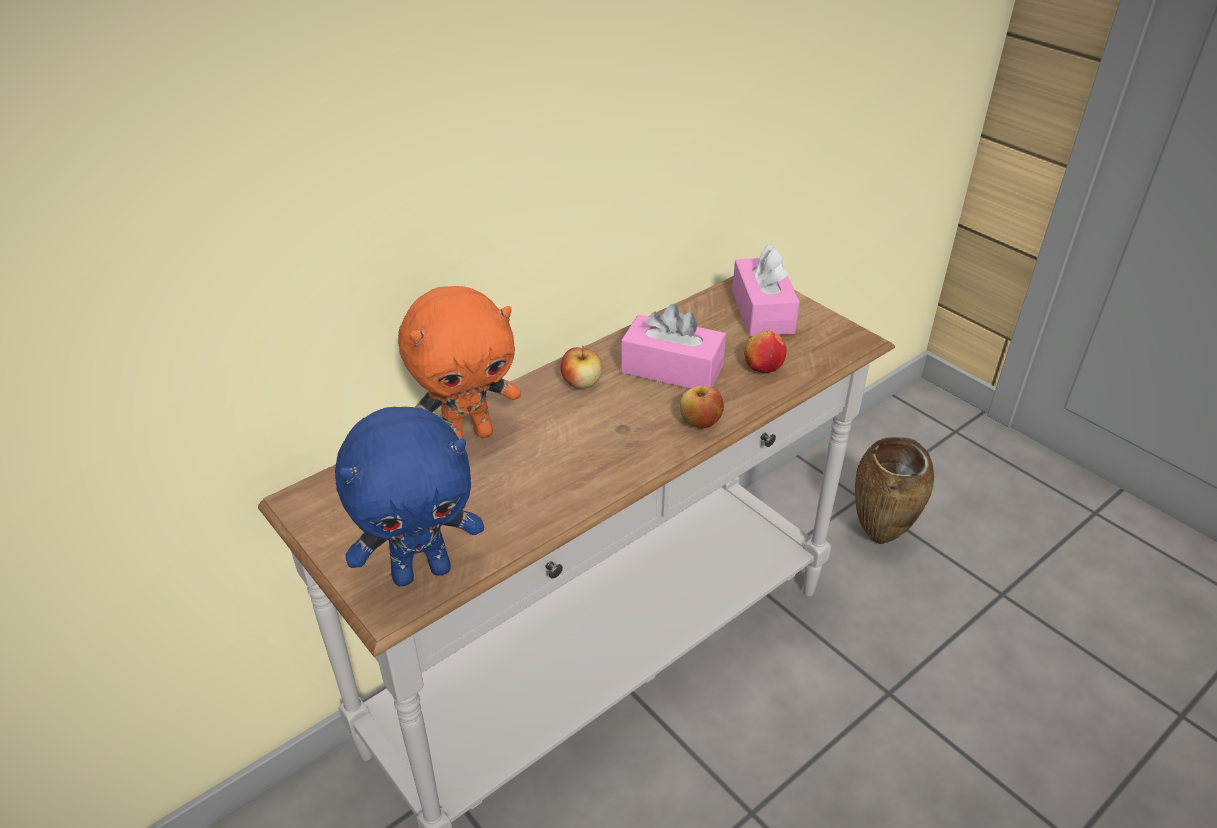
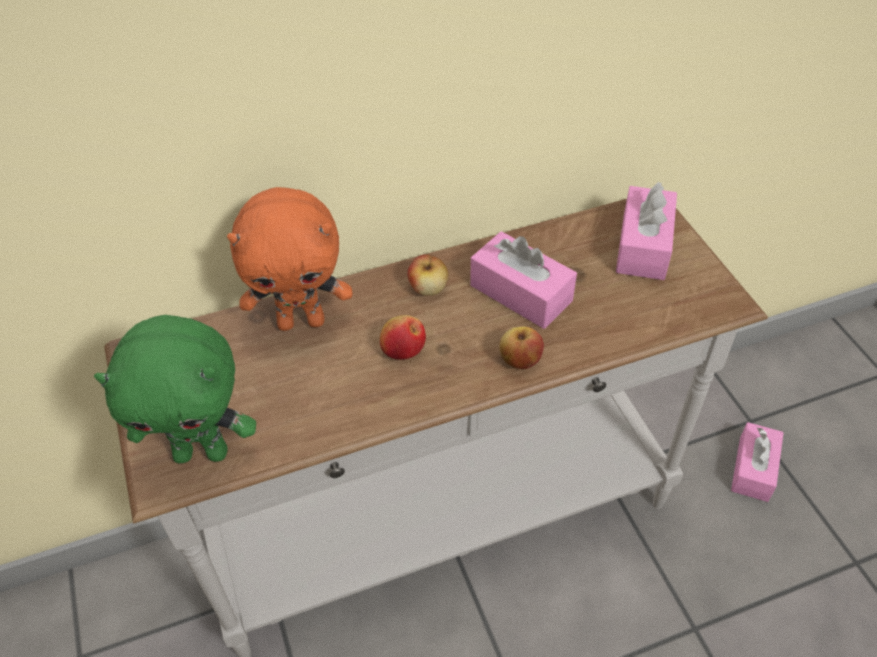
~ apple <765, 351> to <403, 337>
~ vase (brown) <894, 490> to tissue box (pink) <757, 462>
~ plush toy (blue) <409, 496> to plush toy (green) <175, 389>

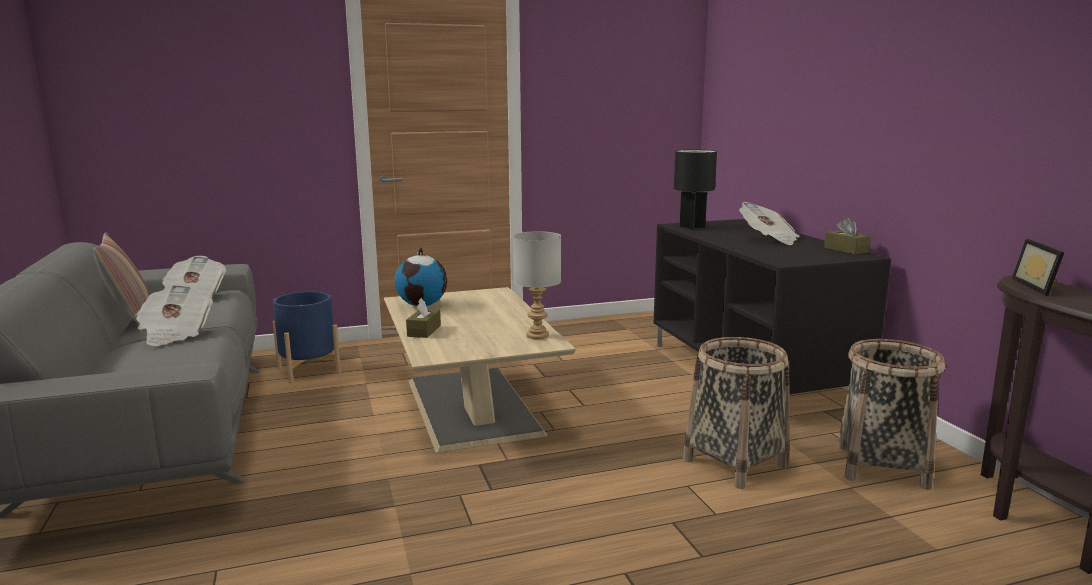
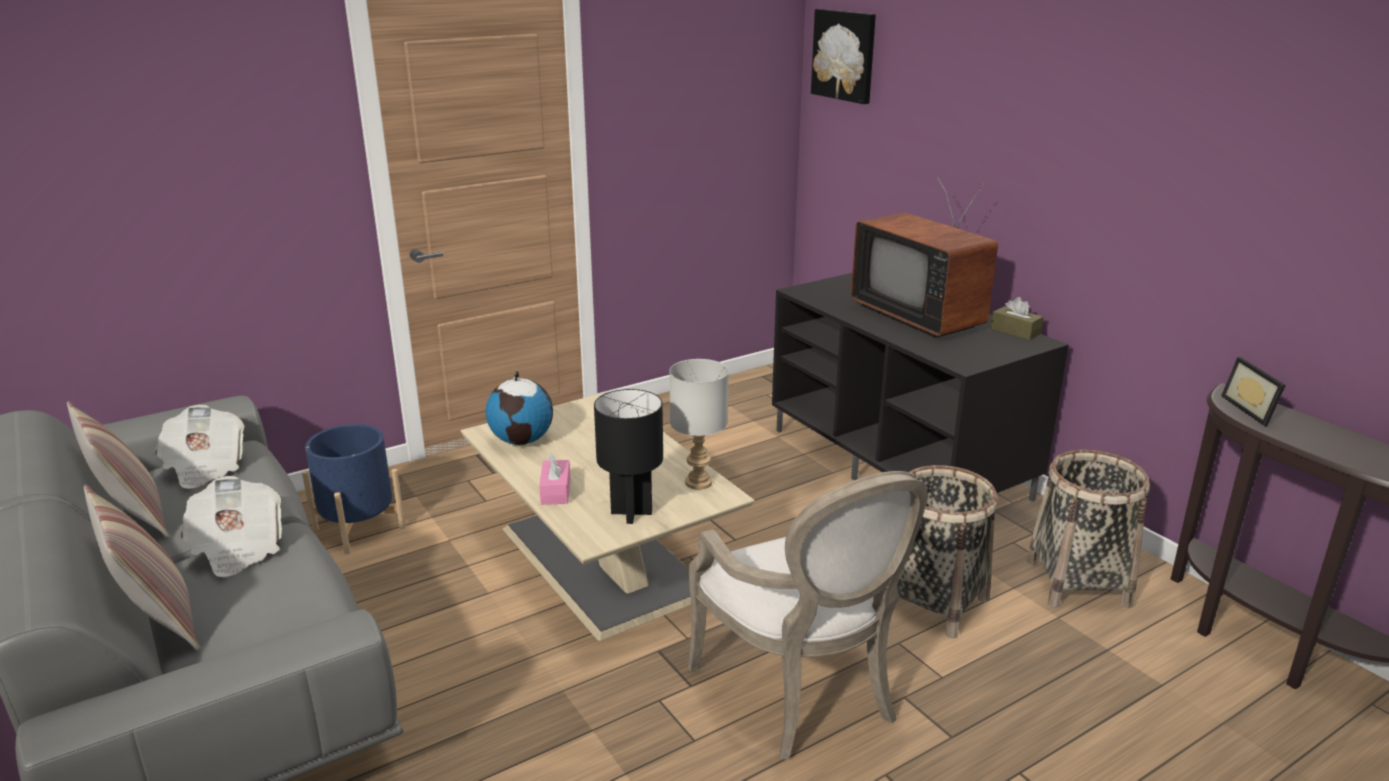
+ pillow <142, 567>
+ armchair <808, 615>
+ picture <843, 56>
~ table lamp (black) <695, 189> to <628, 456>
~ newspaper <769, 223> to television <924, 257>
~ tissue box (brown) <423, 318> to tissue box (pink) <554, 479>

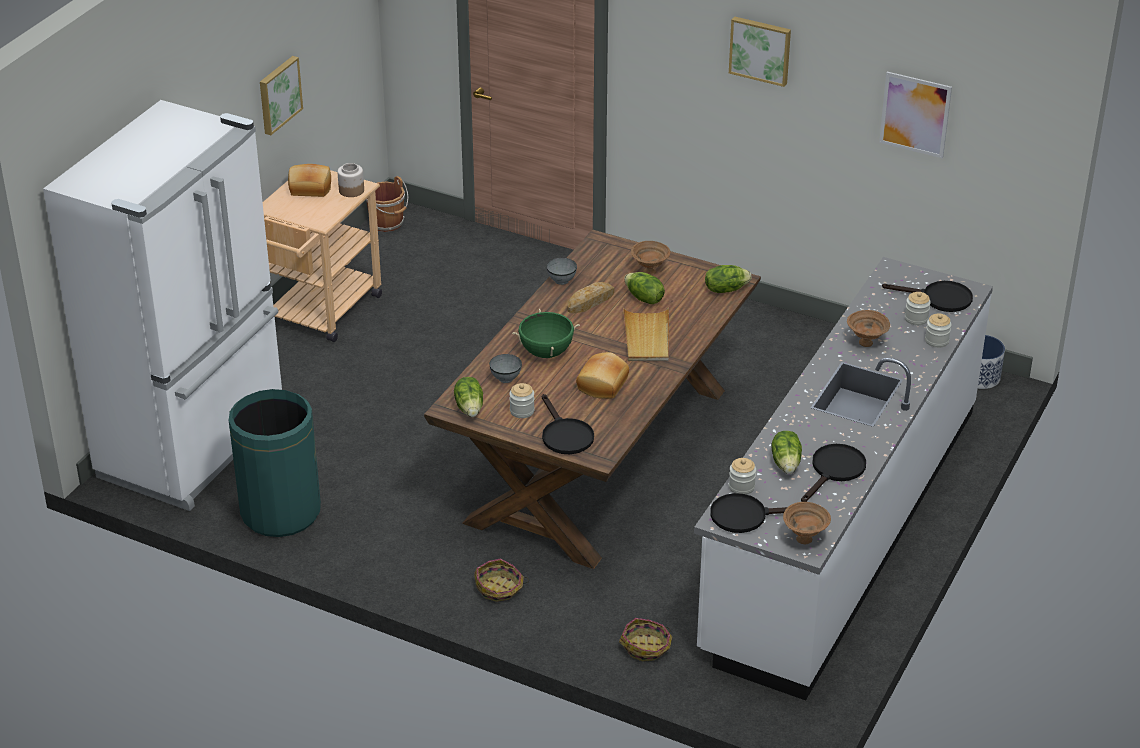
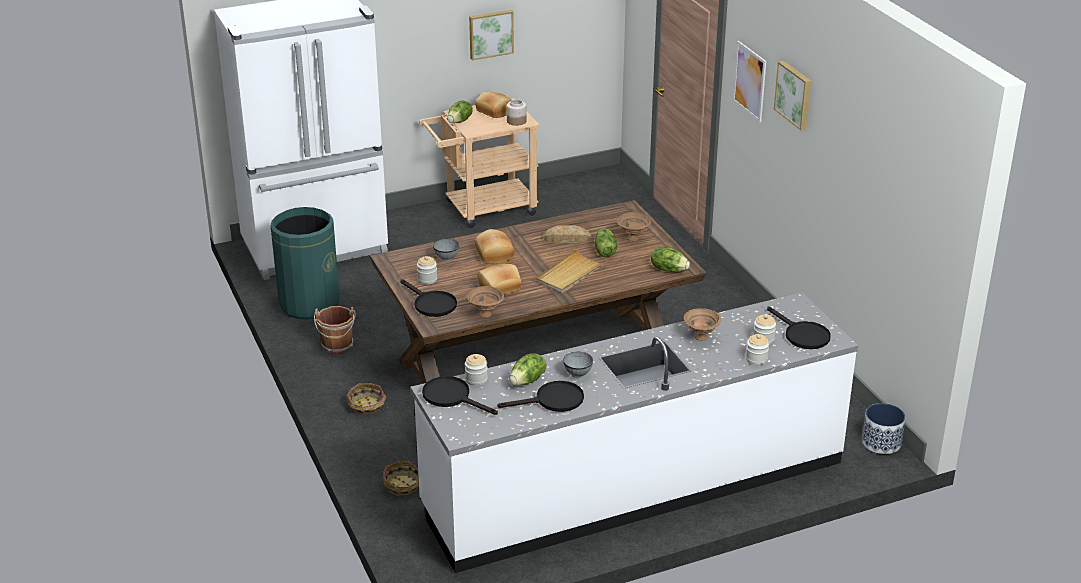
~ bucket (brown) <387, 204> to <335, 329>
~ lettuce <468, 397> to <460, 112>
~ bowl (grey) <561, 271> to <578, 365>
~ bowl (brown) <807, 523> to <485, 302>
~ picture <915, 115> to <749, 81>
~ cooking pot (green) <546, 333> to bread <495, 246>
~ frying pan (black) <568, 424> = <428, 298> 60 degrees counterclockwise

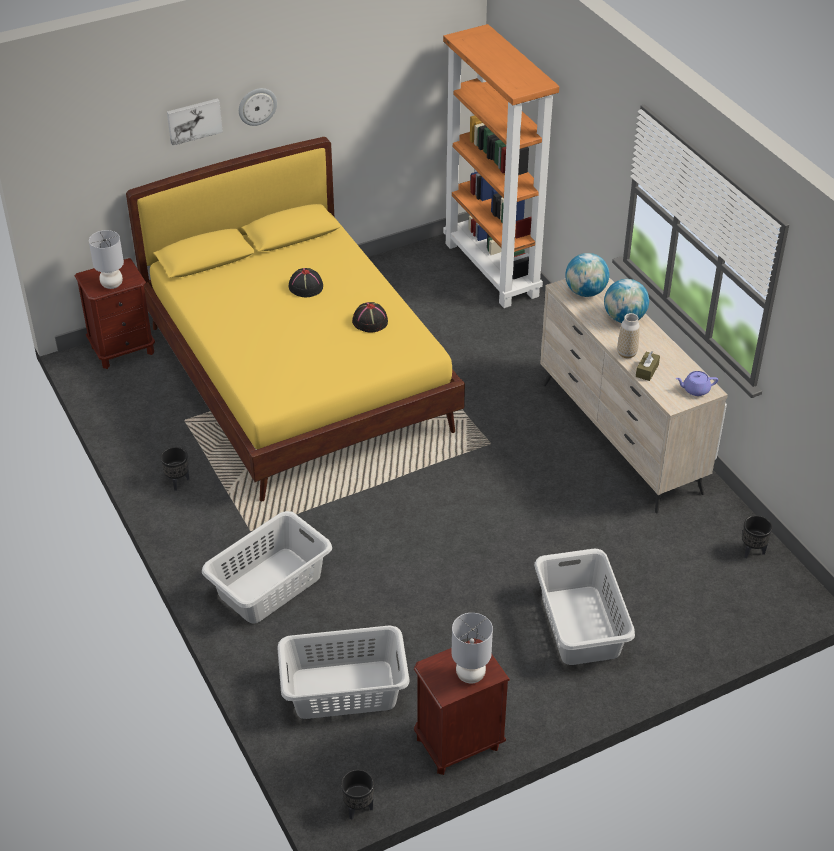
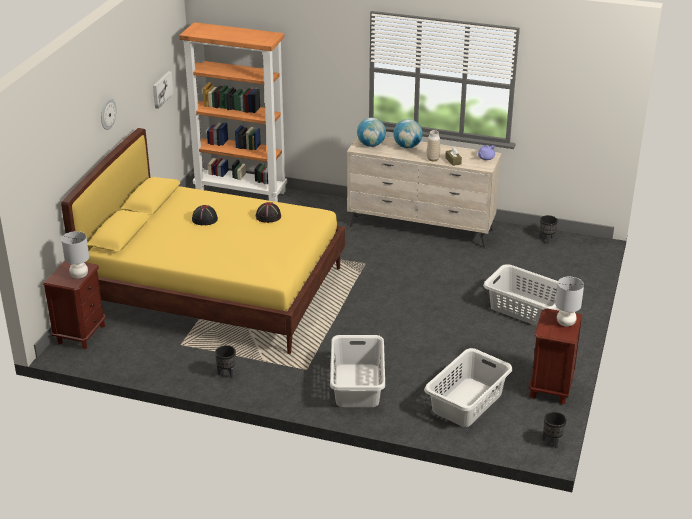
~ picture <195, 122> to <163, 90>

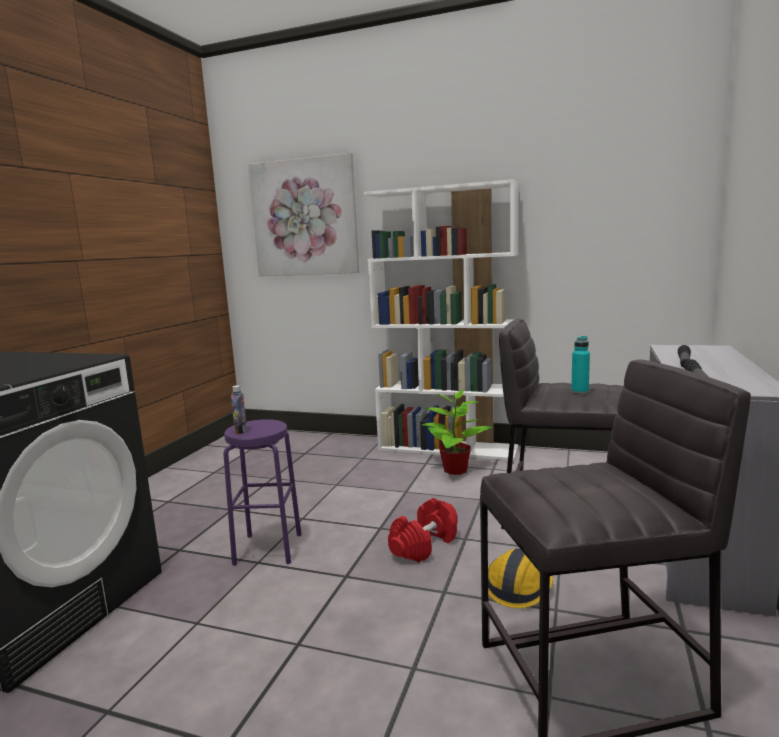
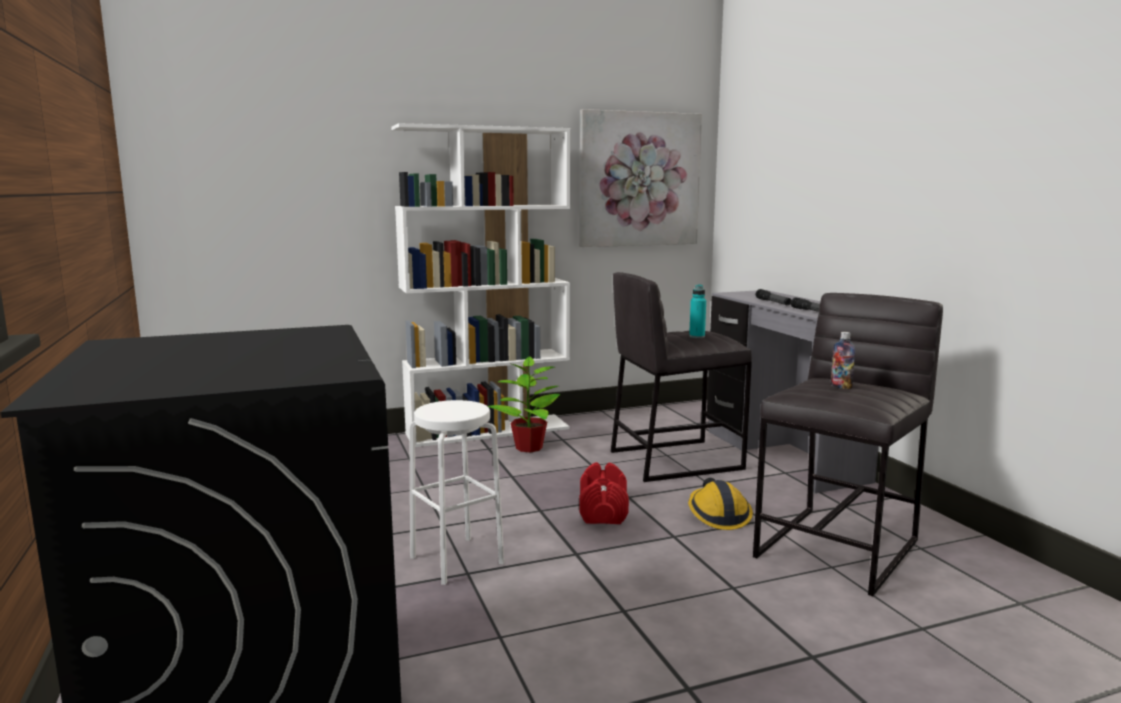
~ bottle <239, 409> to <843, 360>
~ picture <303, 214> to <640, 178>
~ stool (purple) <262, 492> to stool (white) <457, 492>

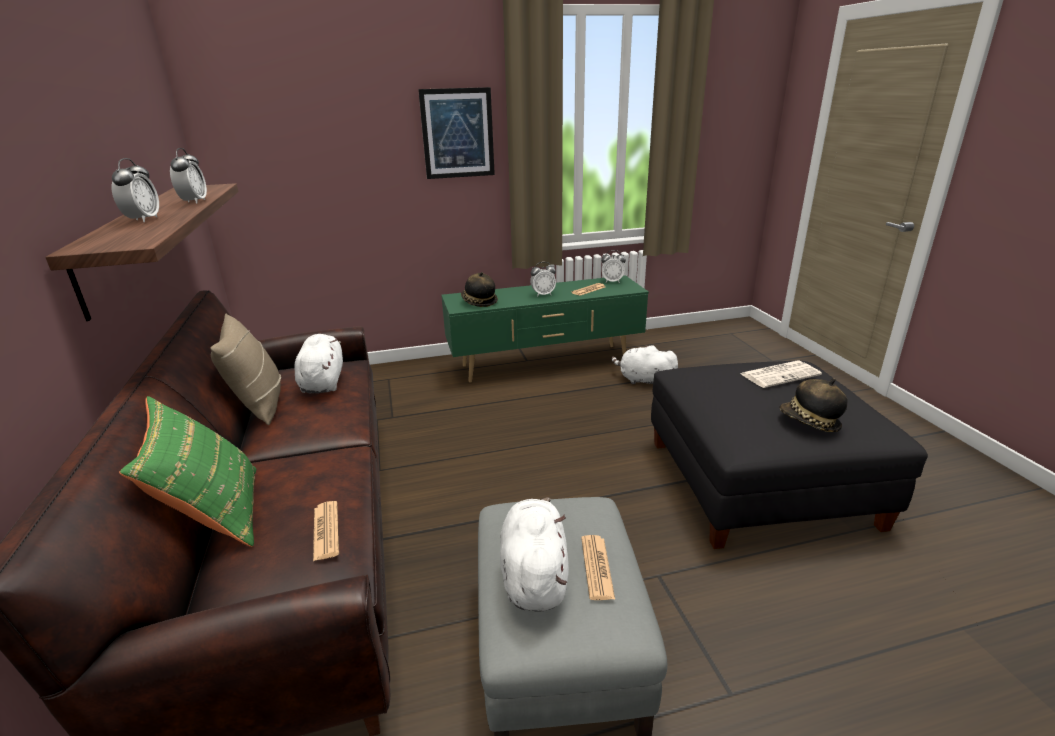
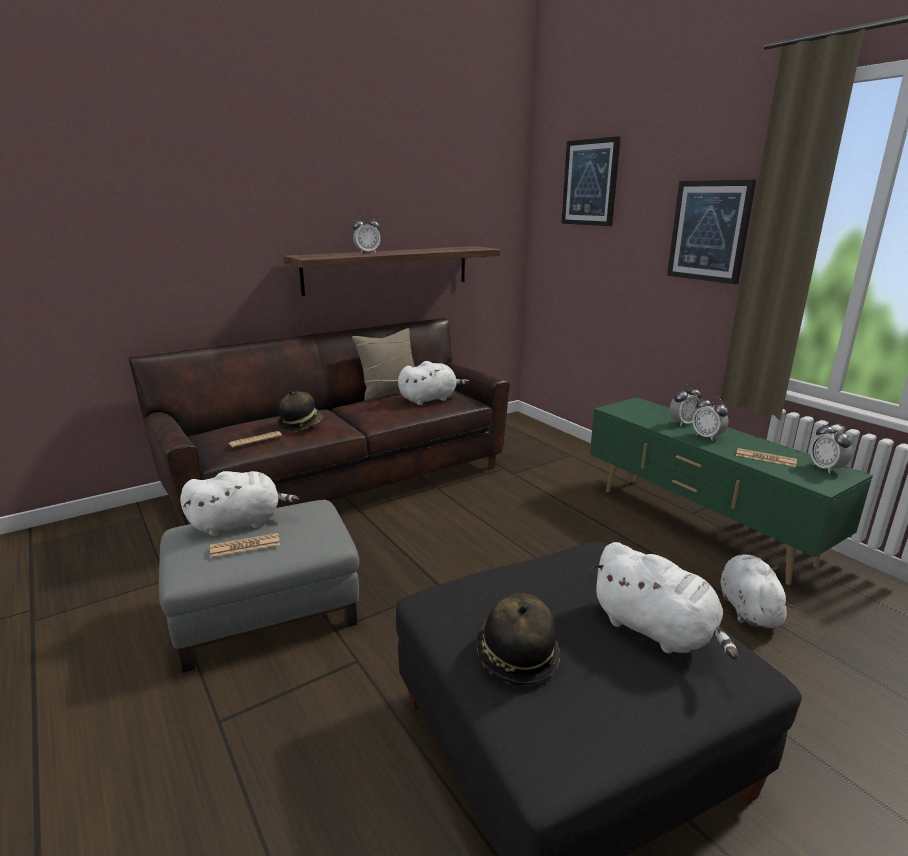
- pillow (green) <187, 471>
+ picture <591, 181>
~ alarm clock <188, 176> to <685, 405>
~ hat <479, 289> to <300, 410>
~ newspaper <781, 374> to plush toy (white) <664, 601>

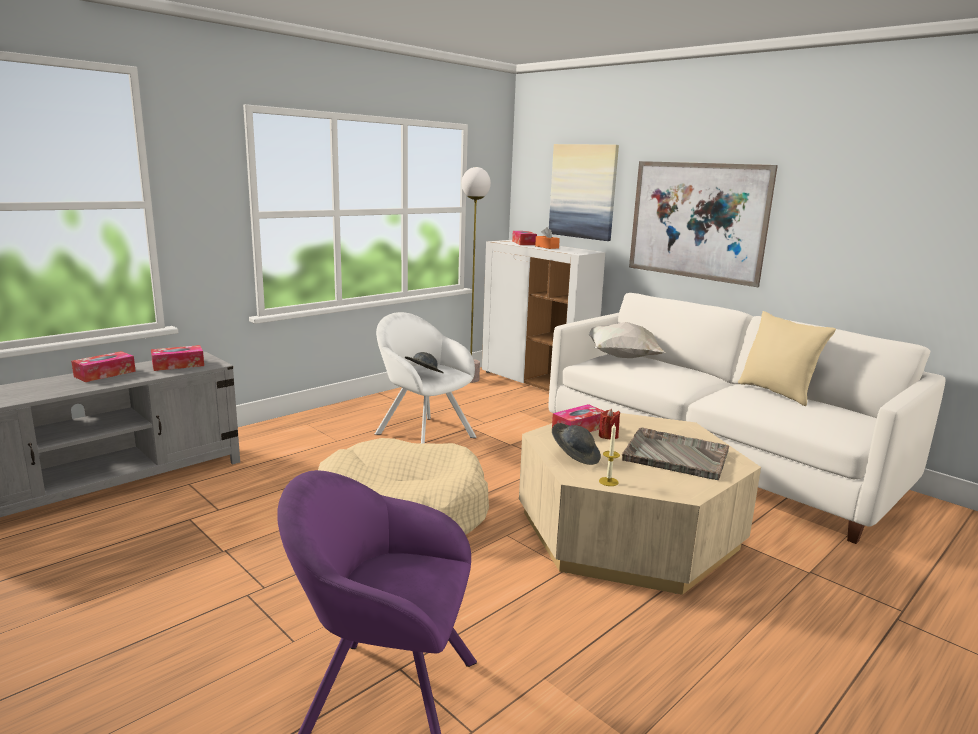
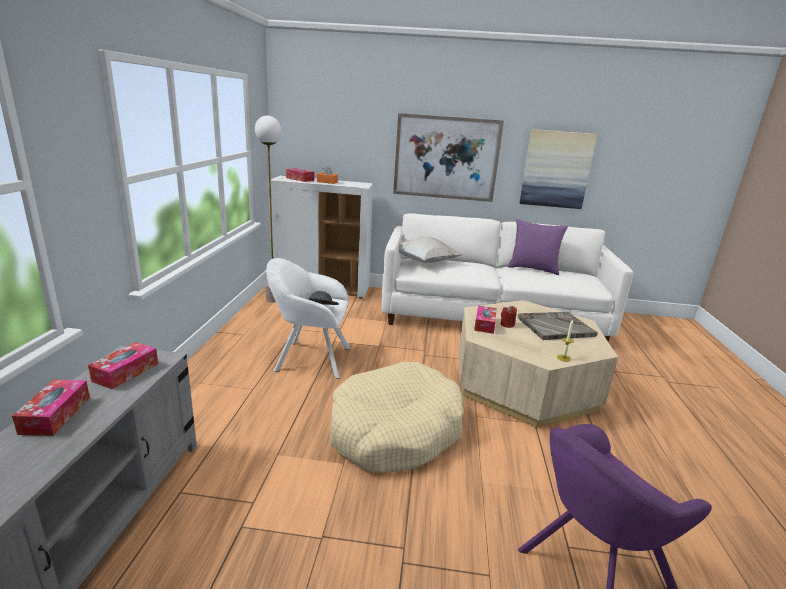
- hat (grey) <576, 444>
~ picture <584, 192> to <558, 169>
~ pillow (beige) <787, 358> to pillow (purple) <538, 247>

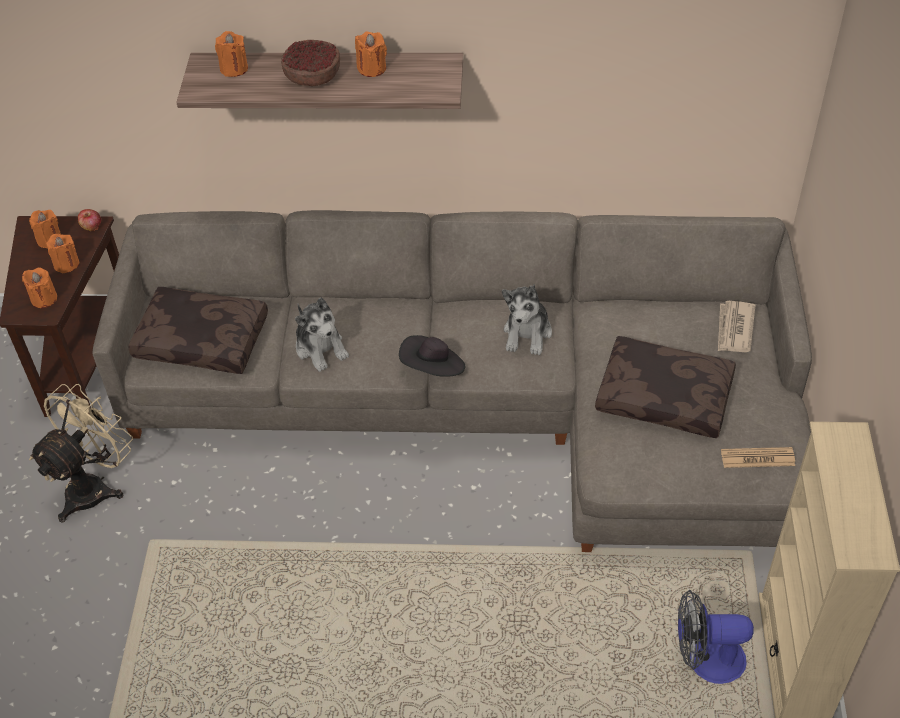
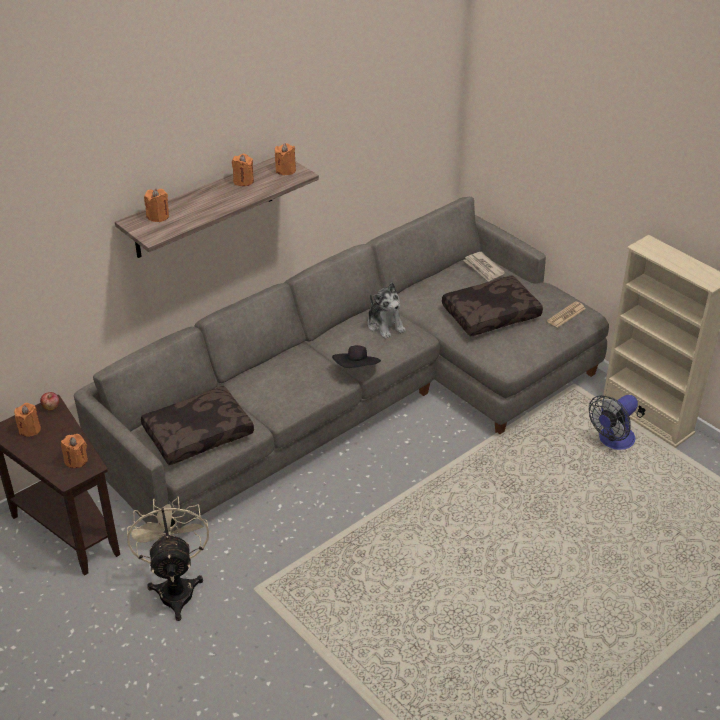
- bowl <310, 63>
- plush toy <322, 334>
~ candle (orange) <62, 254> to <285, 159>

